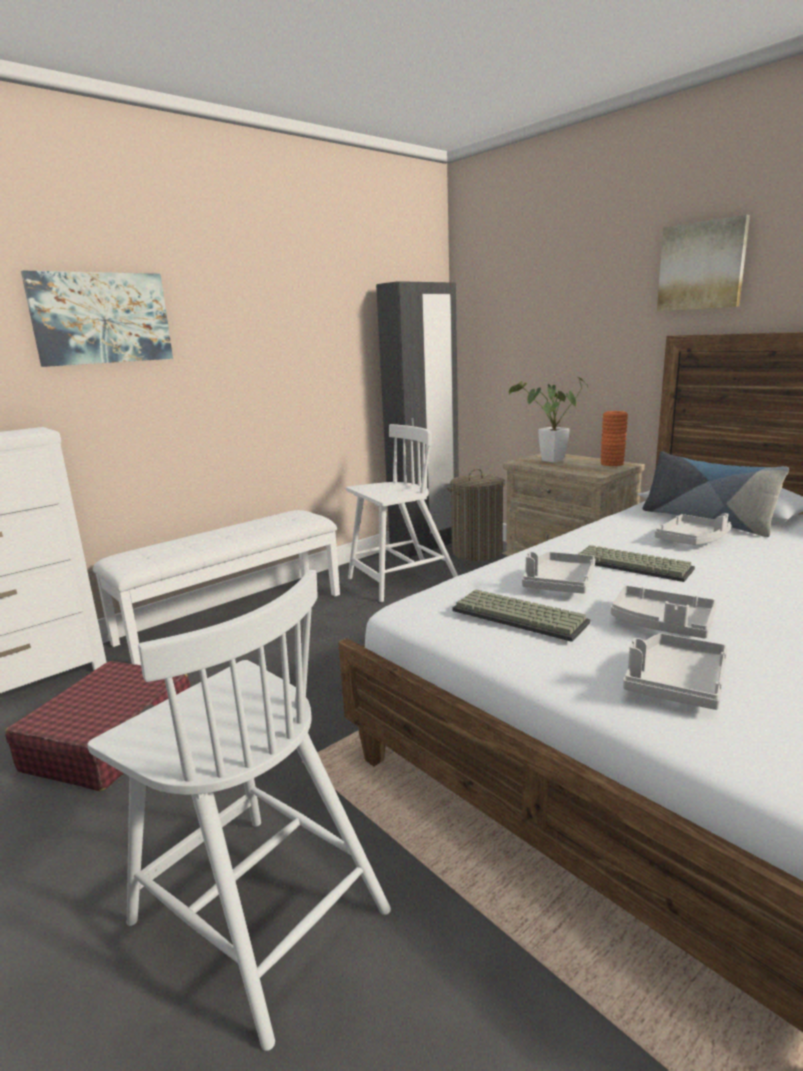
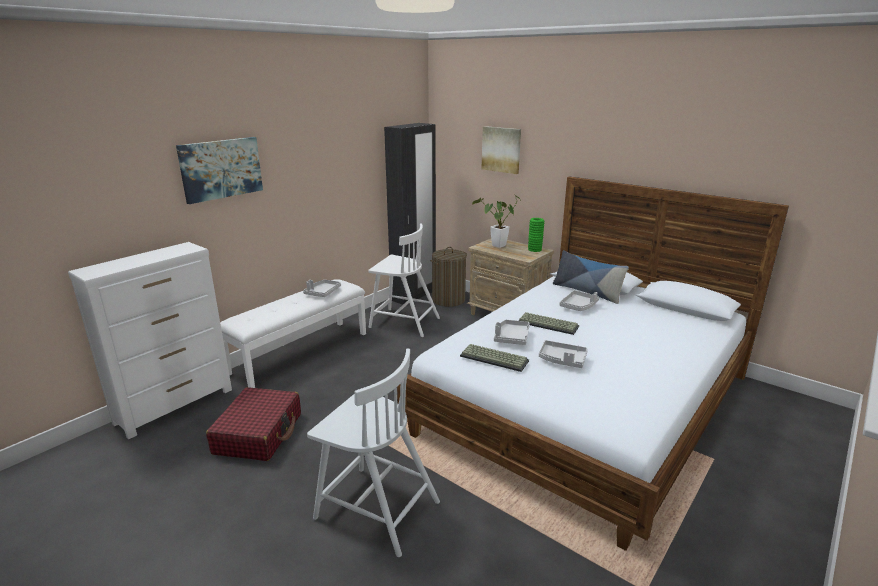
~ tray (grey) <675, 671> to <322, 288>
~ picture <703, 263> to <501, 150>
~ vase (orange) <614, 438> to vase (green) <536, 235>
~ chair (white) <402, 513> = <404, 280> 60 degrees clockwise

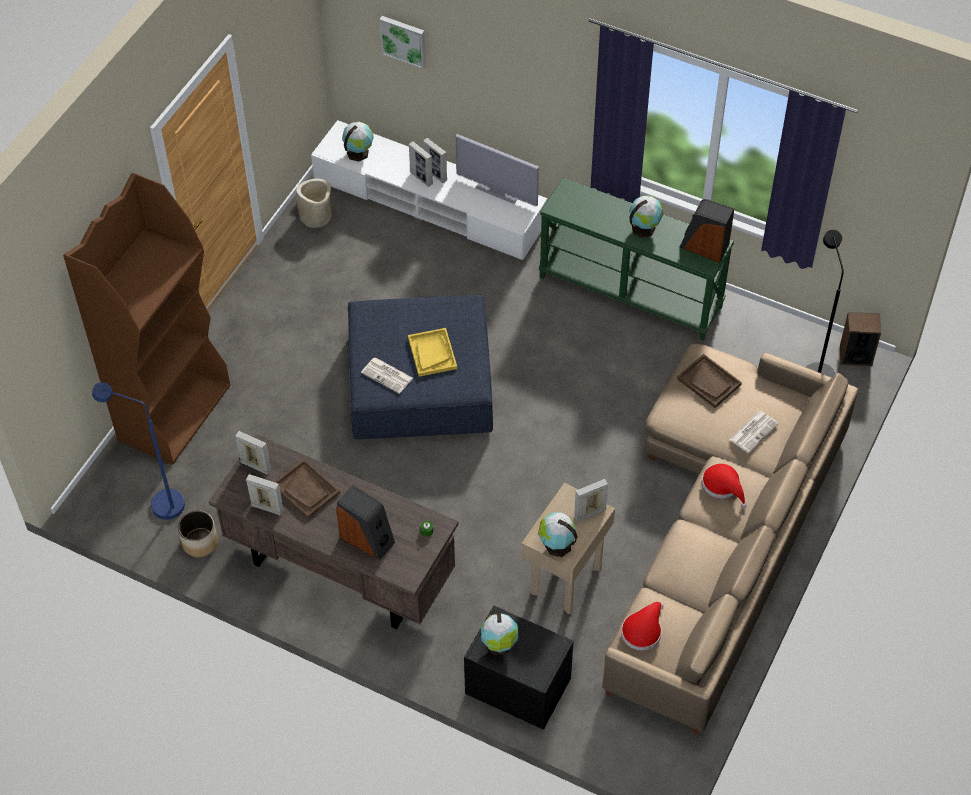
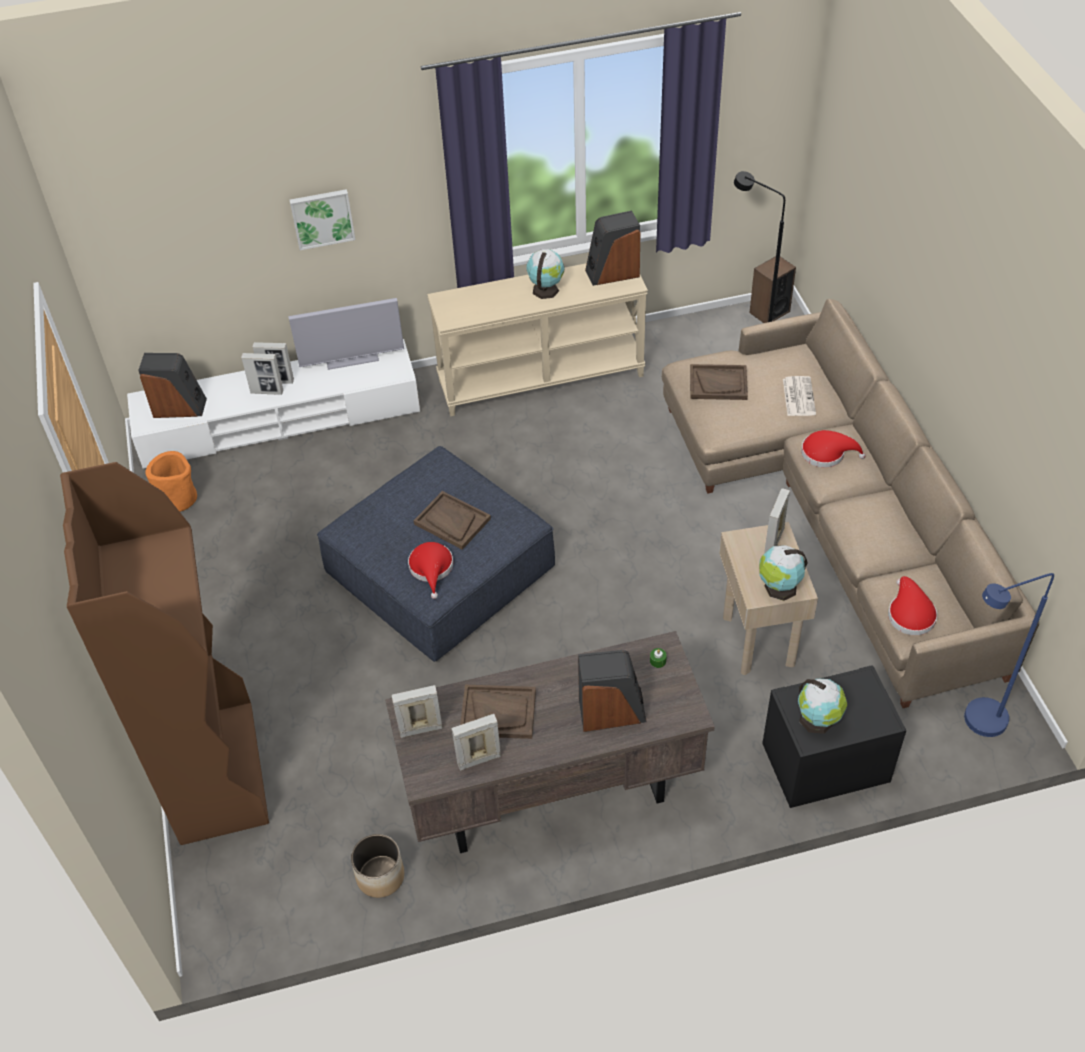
~ floor lamp (blue) <138, 451> to <1009, 655>
~ picture <402, 42> to <322, 219>
~ globe <357, 141> to speaker <172, 385>
~ newspaper <387, 375> to hat (red) <430, 570>
~ planter (beige) <314, 203> to planter (orange) <171, 481>
~ tray (yellow) <432, 352> to tray (brown) <452, 520>
~ console table (green) <636, 259> to console table (beige) <537, 340>

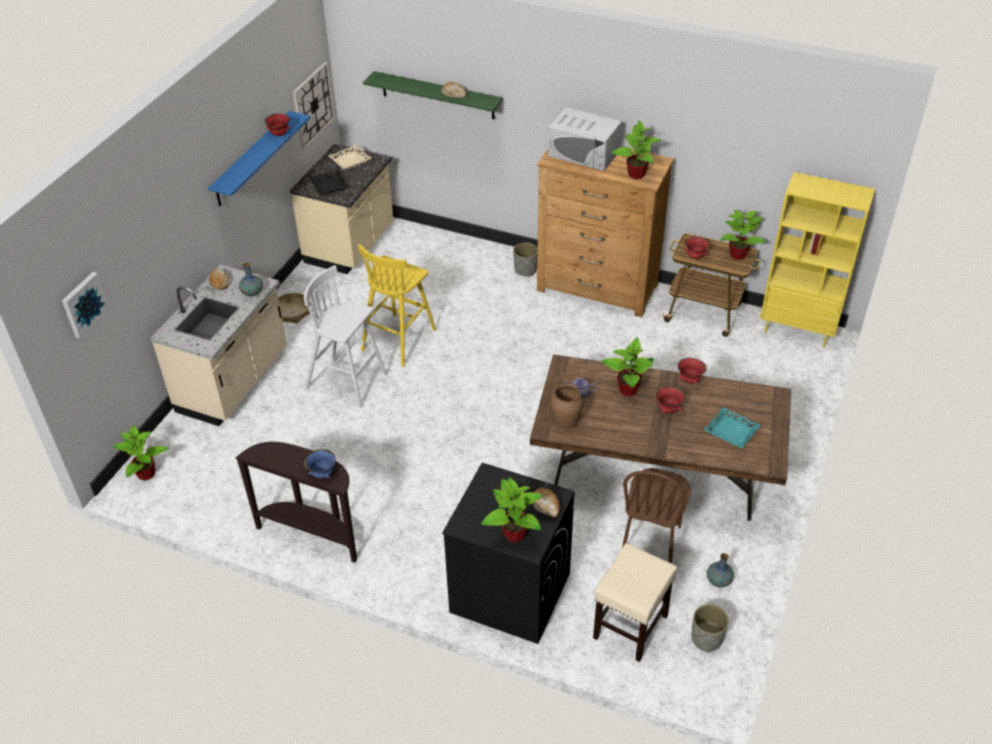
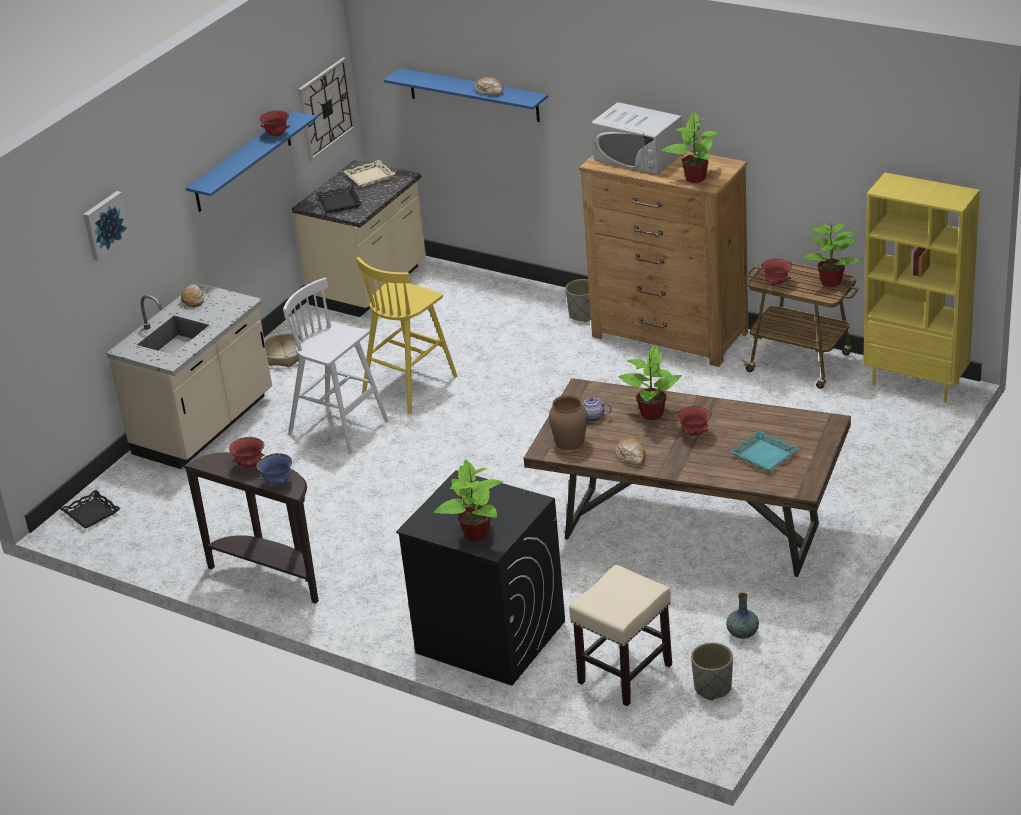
- vase <251, 279>
- chair (brown) <656, 516>
~ picture <86, 305> to <107, 226>
~ bread <546, 502> to <630, 452>
~ bowl (red) <692, 371> to <247, 452>
~ potted plant <141, 453> to tray (black) <90, 509>
~ shelf (green) <433, 95> to shelf (blue) <466, 95>

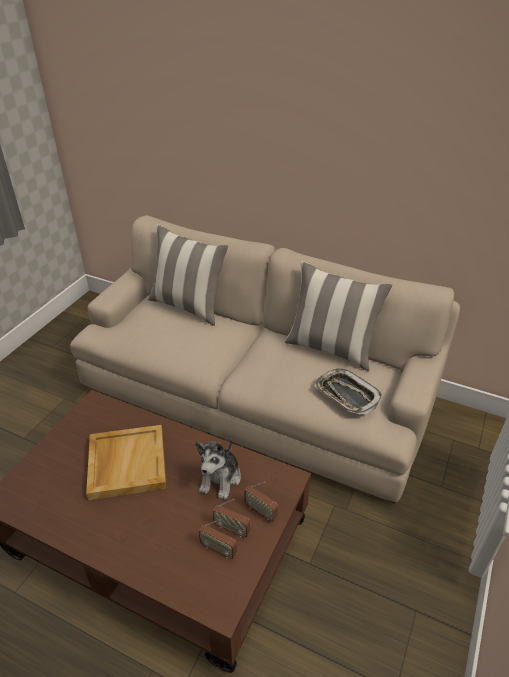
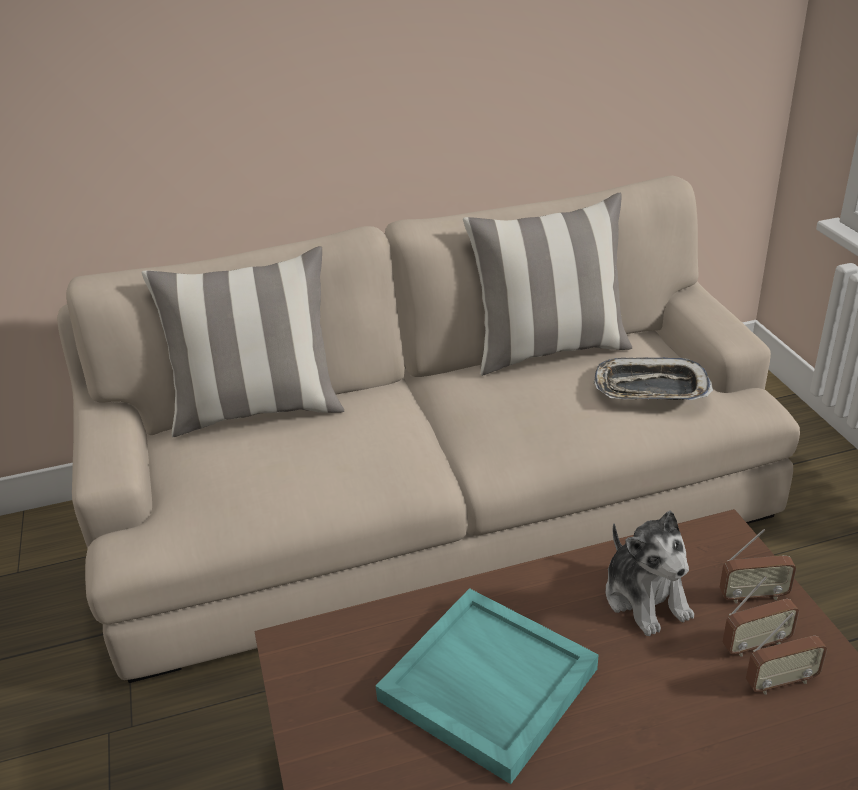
~ tray (beige) <126, 462> to tray (turquoise) <487, 686>

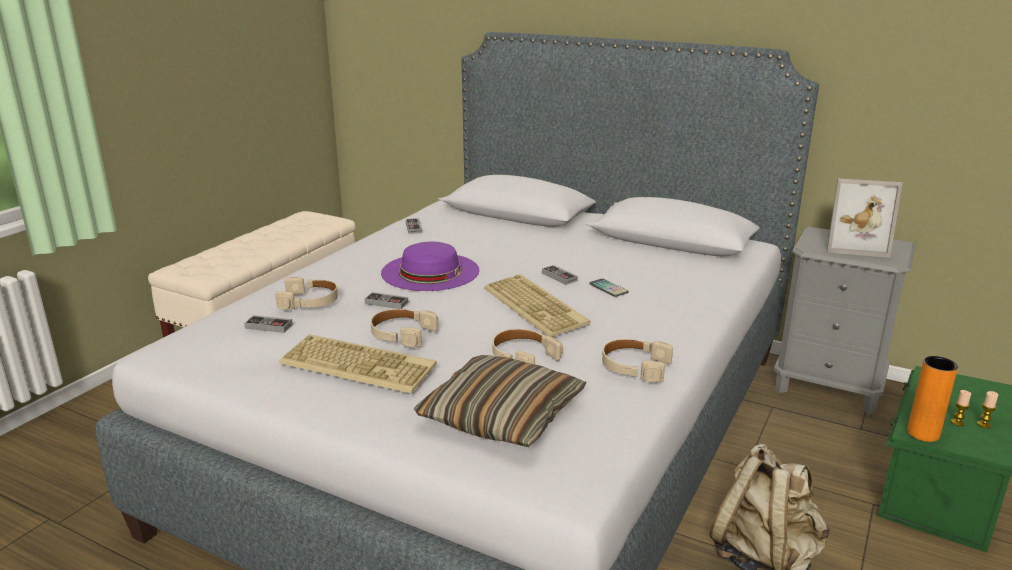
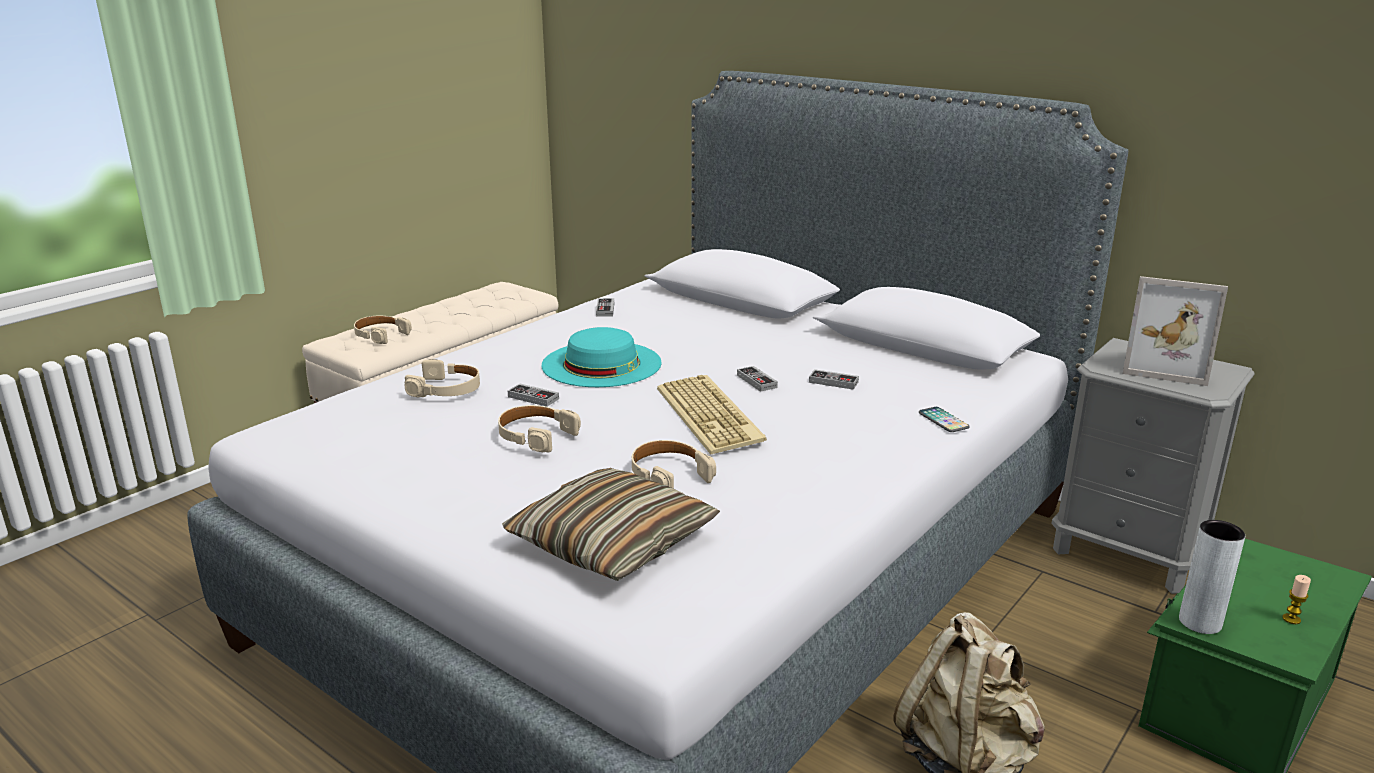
- keyboard <358, 363>
- candle <961, 408>
~ game controller <268, 324> to <834, 379>
~ phone <609, 288> to <944, 419>
~ headphones (beige) <637, 360> to <383, 330>
~ hat (purple) <430, 266> to hat (turquoise) <601, 357>
~ vase (orange) <932, 399> to vase (grey) <1212, 577>

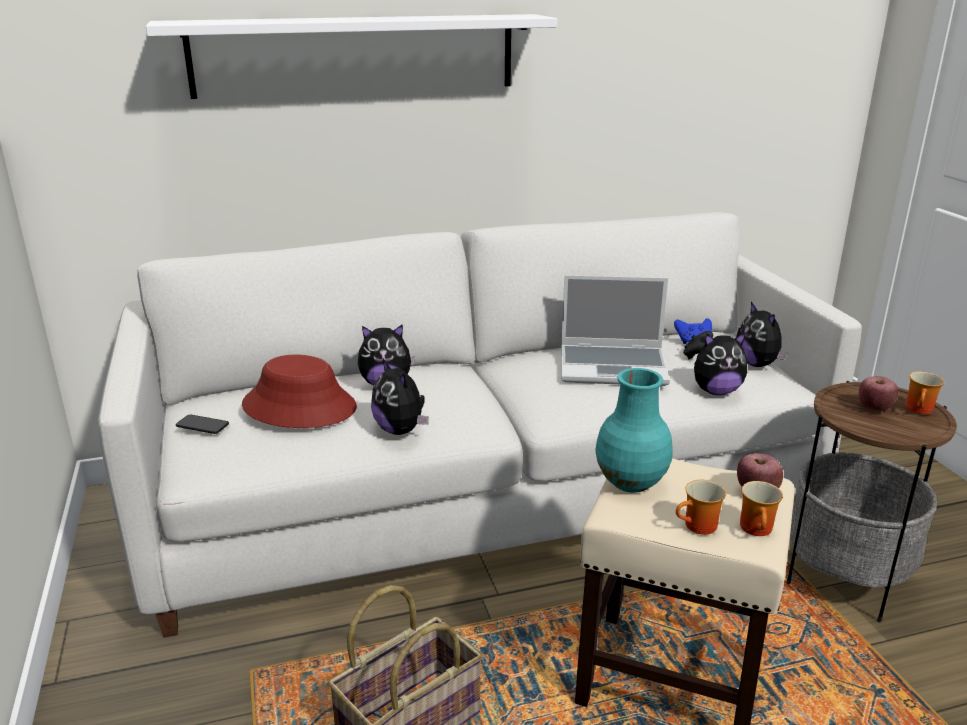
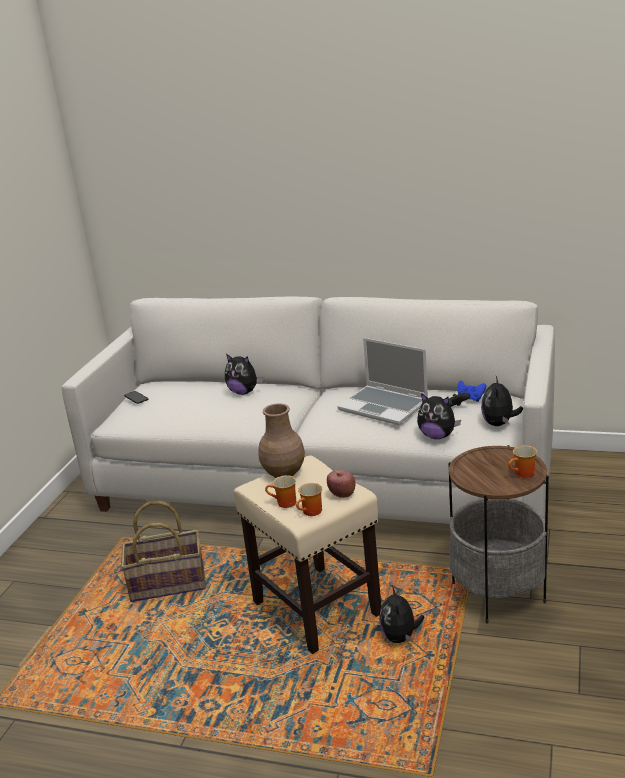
- shelf (white) <351, 56>
- hat (red) <299, 391>
- apple <878, 394>
~ plush toy <400, 396> to <402, 614>
~ vase (turquoise) <634, 430> to vase (brown) <281, 440>

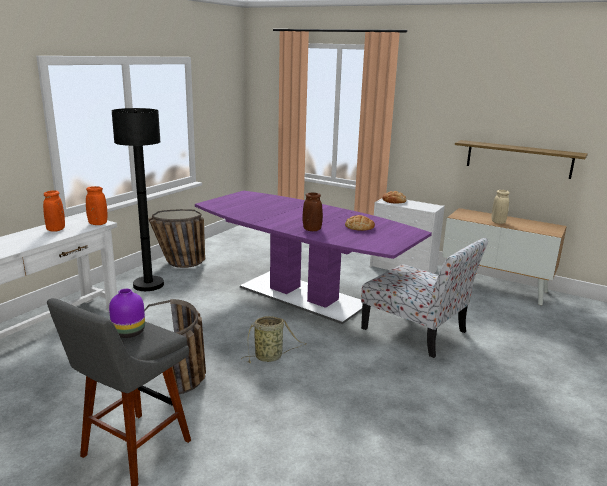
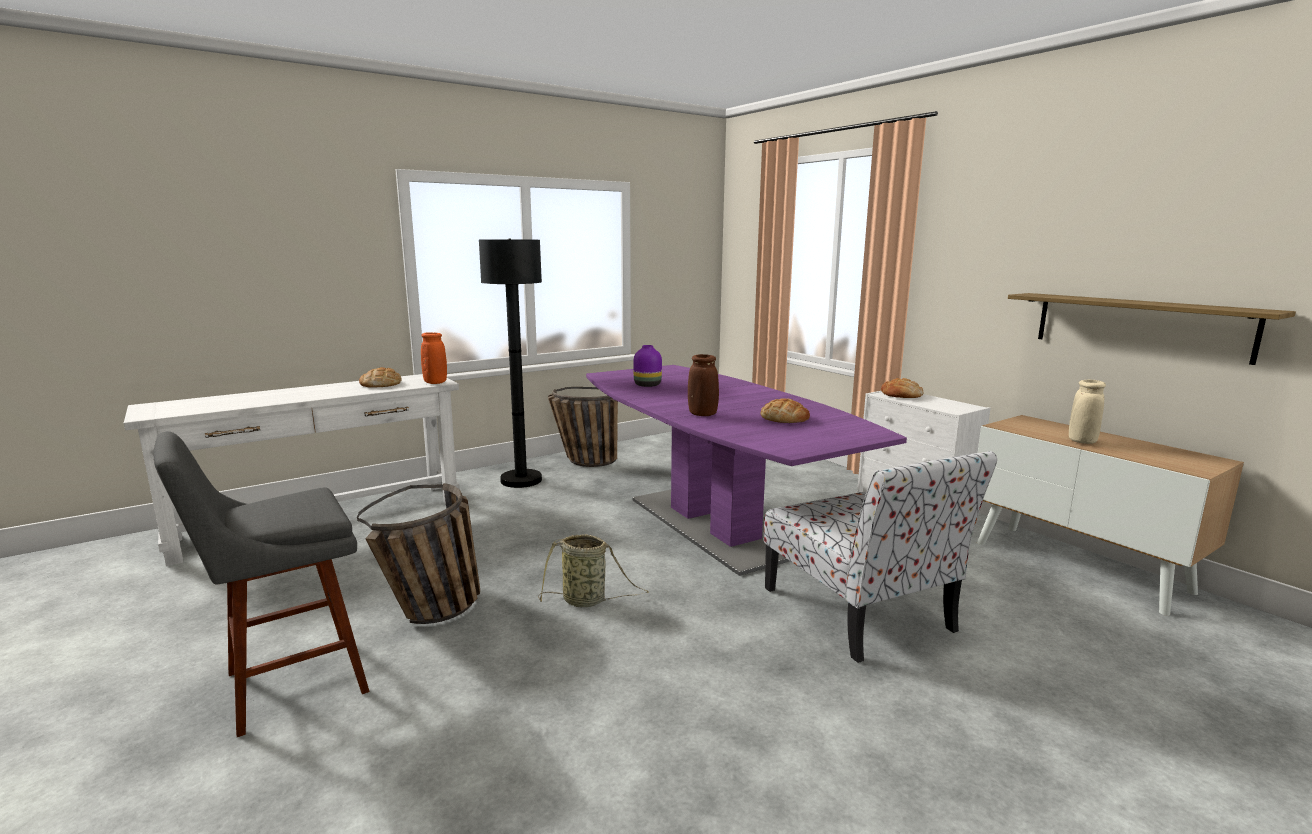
~ vase (purple) <127, 313> to <647, 366>
~ vase (orange) <54, 211> to bread <380, 377>

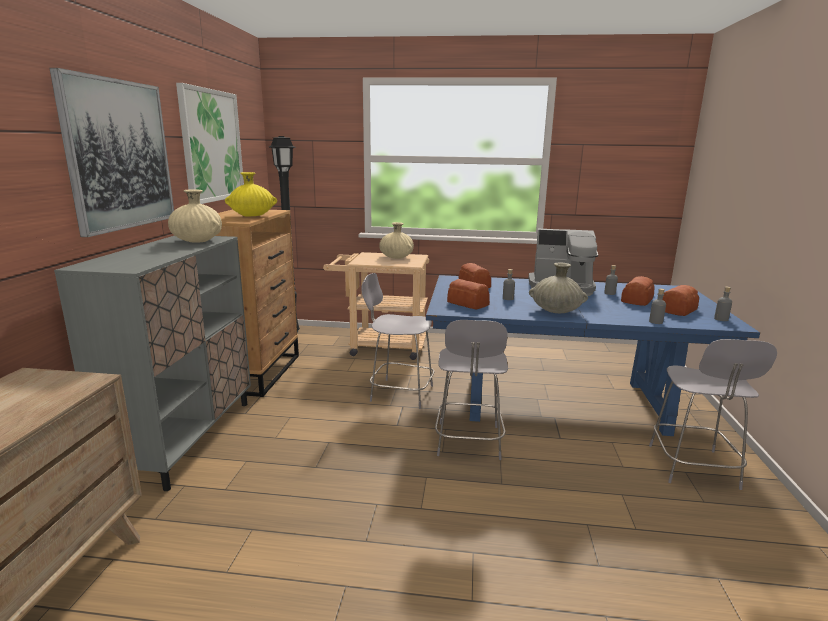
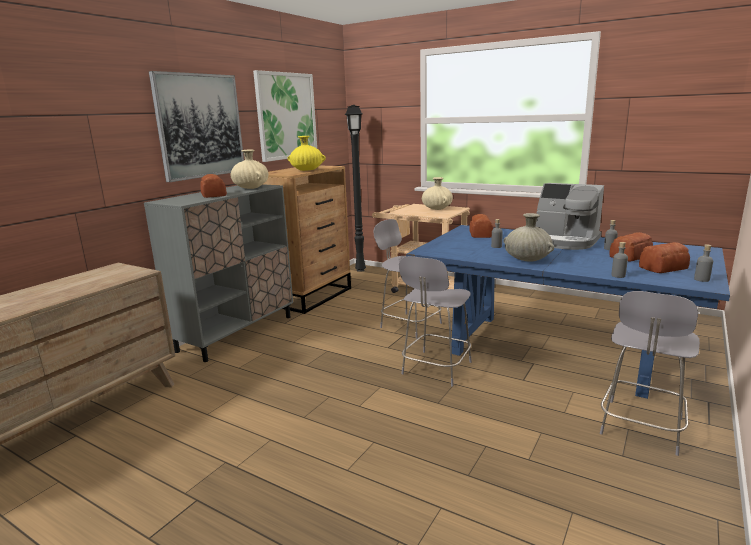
~ bread <468, 294> to <213, 186>

